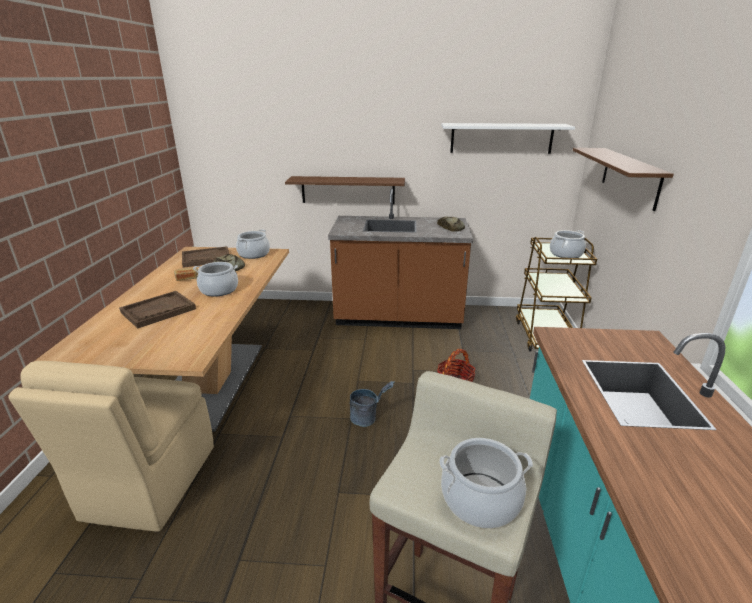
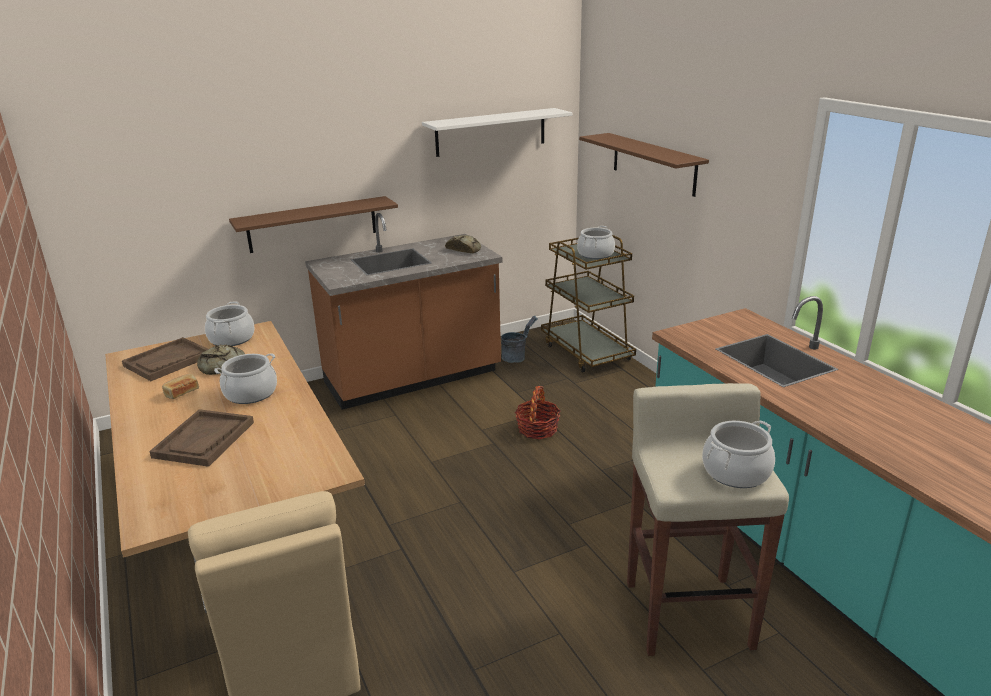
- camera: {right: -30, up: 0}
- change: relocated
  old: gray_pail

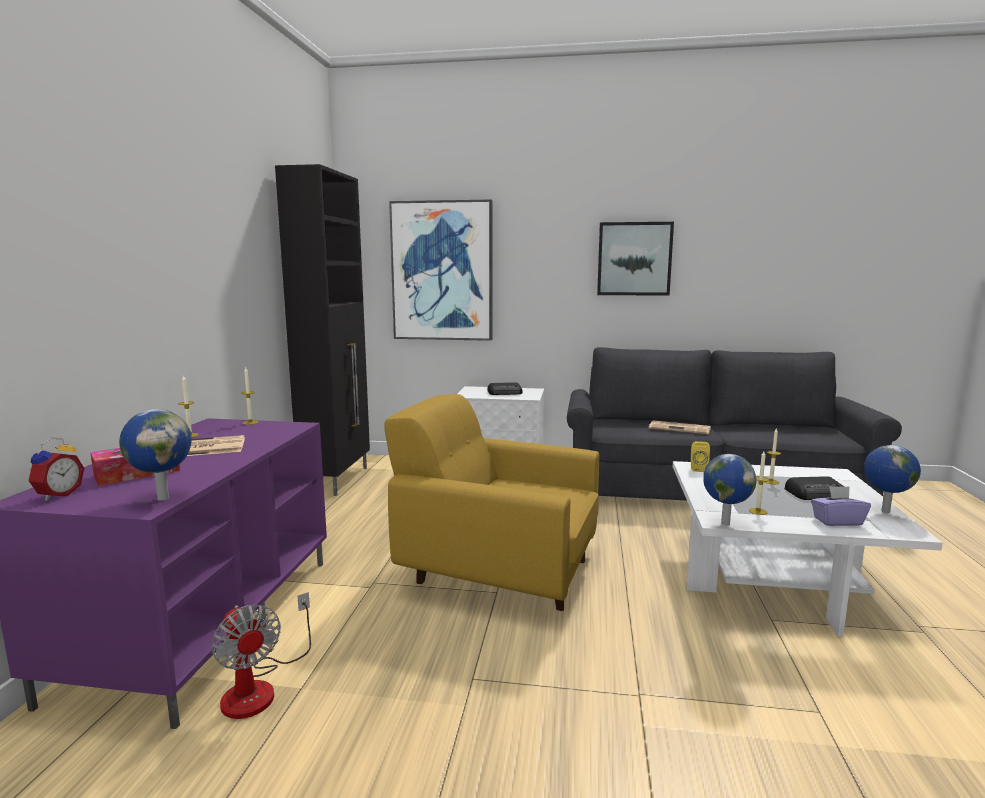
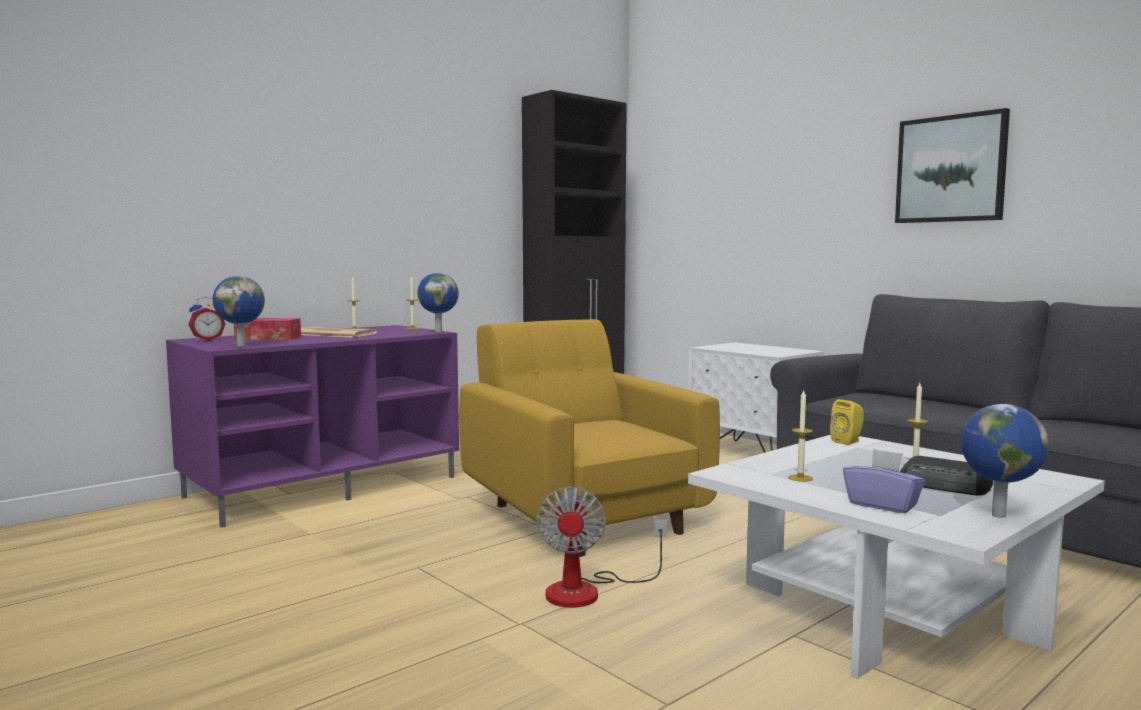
- camera: {right: 40, up: -5}
- change: relocated
  old: globe (no. 2 from left)
- change: relocated
  old: electric_fan
- change: missing
  old: wall_picture (no. 1 from left)
- change: missing
  old: radio_receiver (no. 1 from left)
- change: missing
  old: newspaper (no. 2 from left)

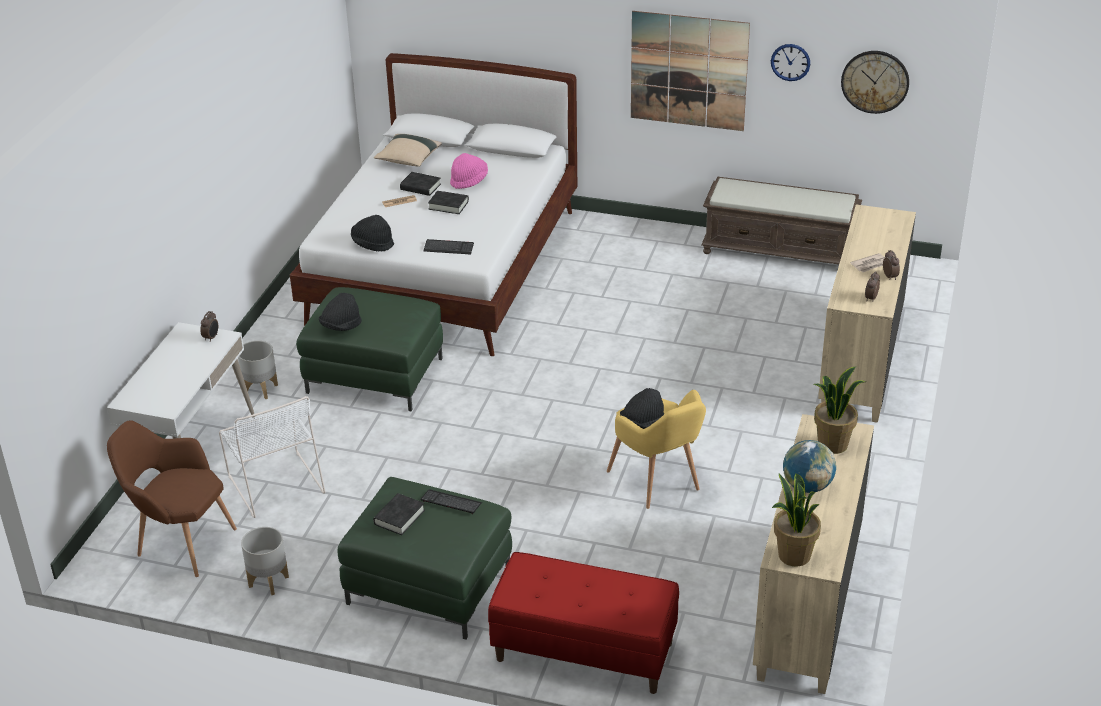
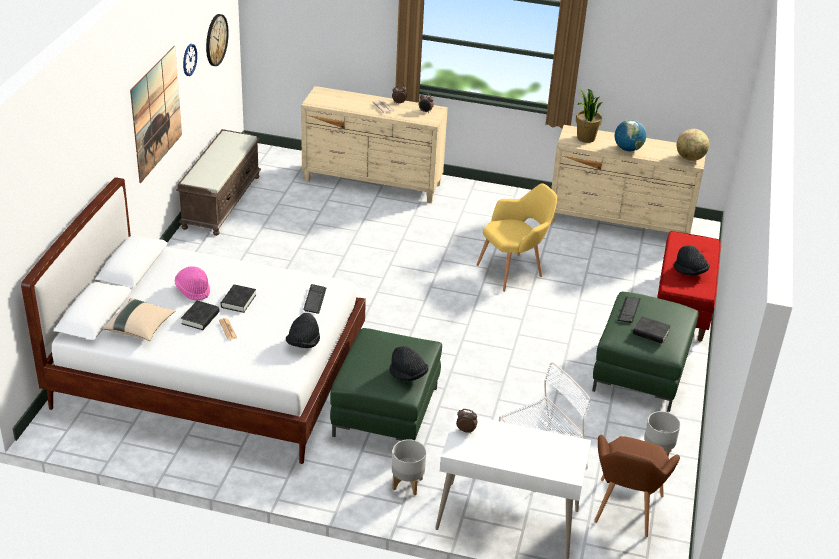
- camera: {right: -95, up: 0}
- change: relocated
  old: blackish_wearable_hat (no. 3 from left)
- change: exchanged
  old: potted_plant (no. 1 from left)
  new: globe (no. 2 from left)

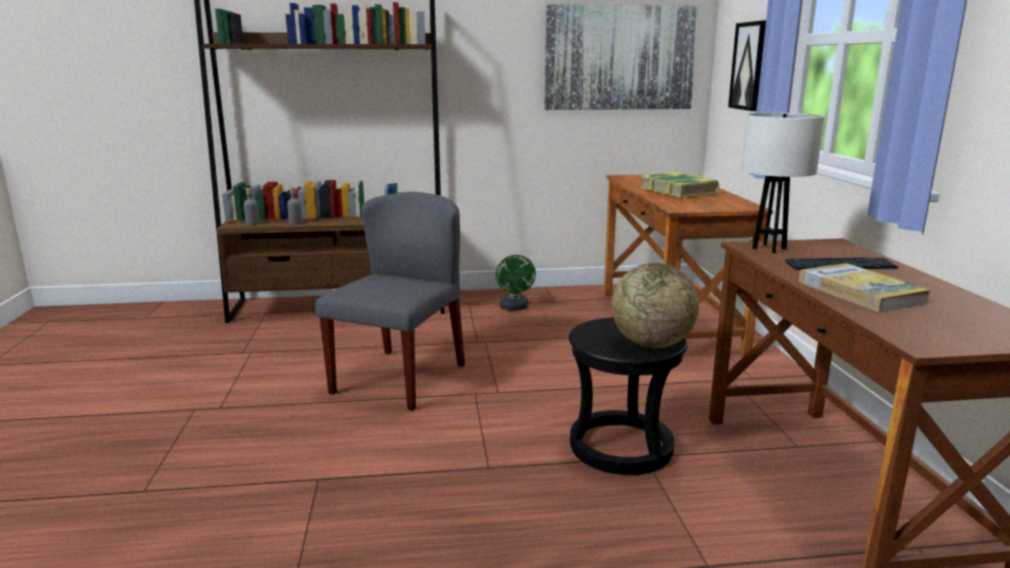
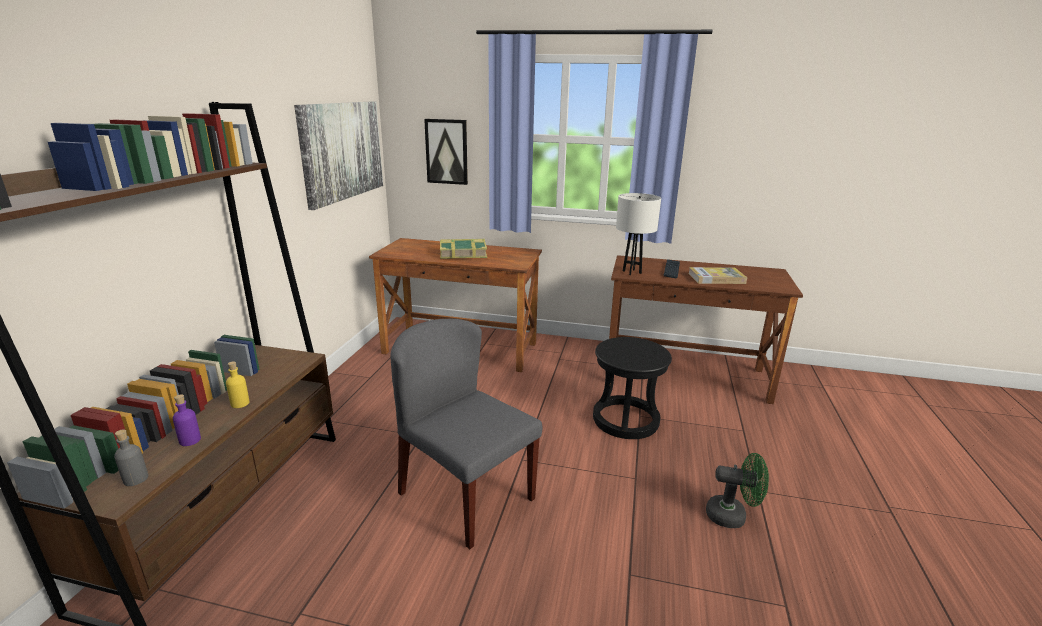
- camera: {right: -70, up: 5}
- change: colour
  old: gray_drink_bottle (no. 2 from left)
  new: purple_drink_bottle
- change: appeared
  new: yellow_drink_bottle
- change: relocated
  old: green_electric_fan
- change: missing
  old: globe

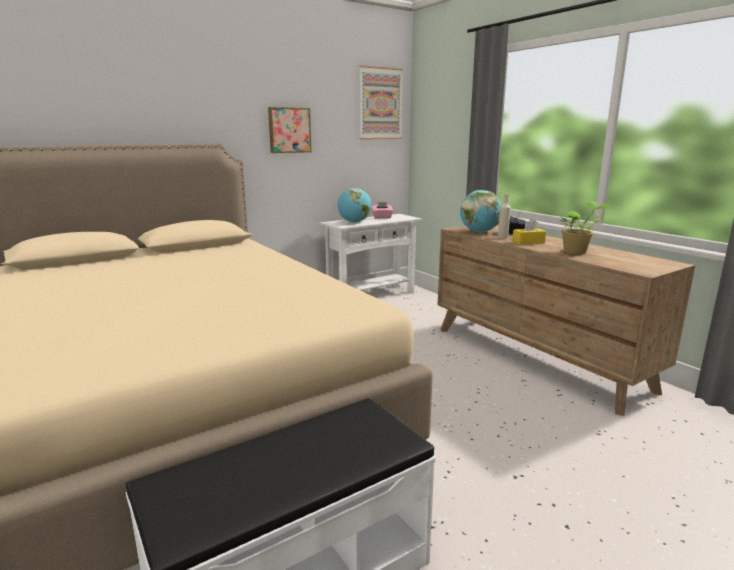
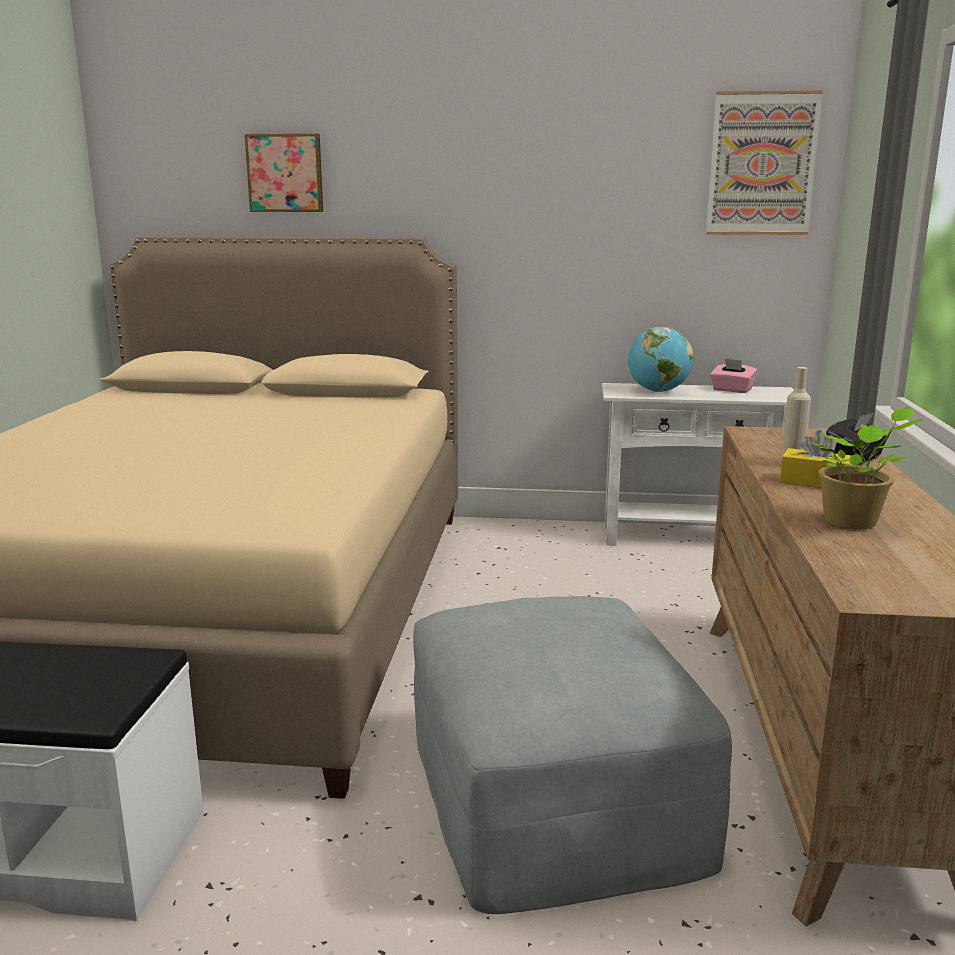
- camera: {right: 40, up: 0}
- change: relocated
  old: wall_picture (no. 1 from left)
- change: appeared
  new: gray_footrest
- change: missing
  old: globe (no. 2 from left)

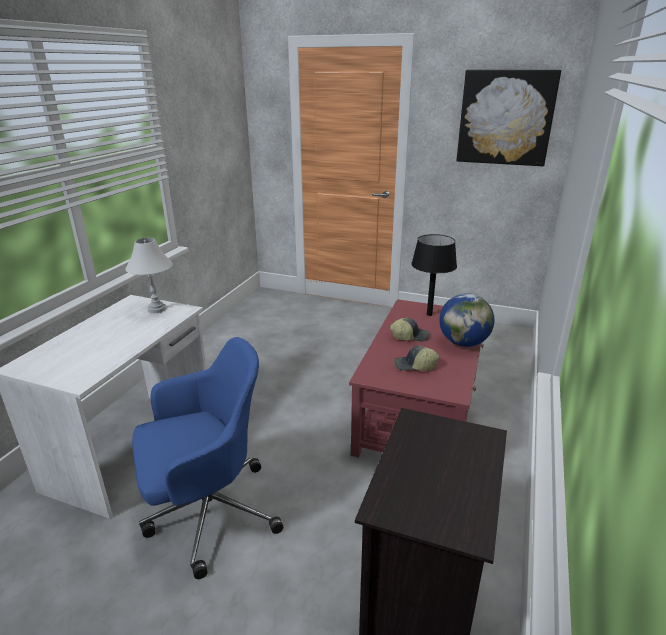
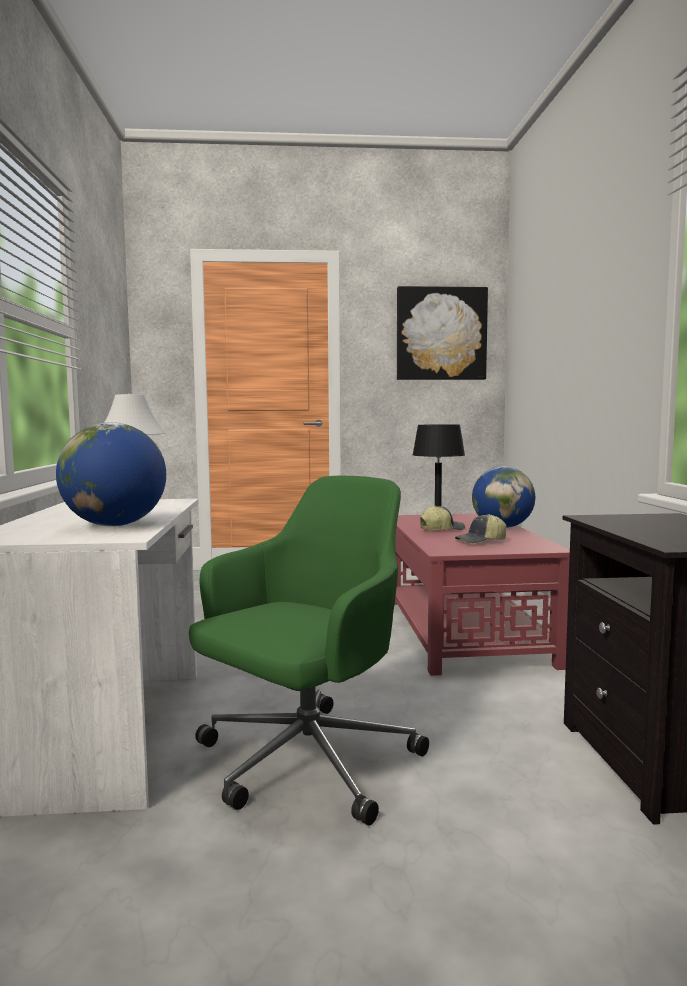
- camera: {right: -25, up: -20}
- change: appeared
  new: globe (no. 1 from left)
- change: colour
  old: blue_office_chair
  new: green_office_chair

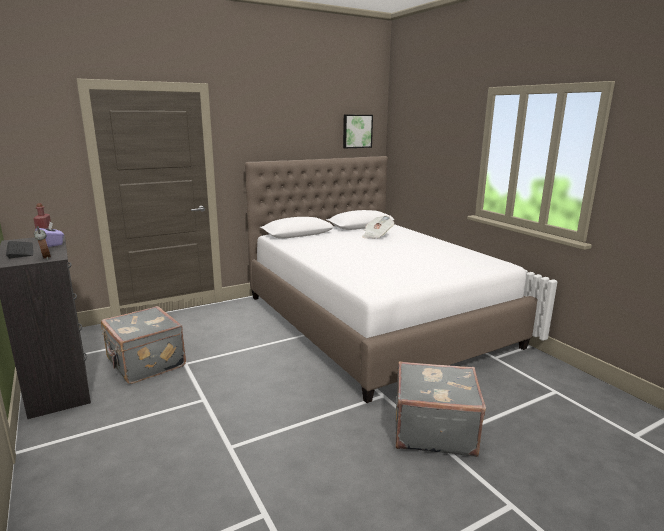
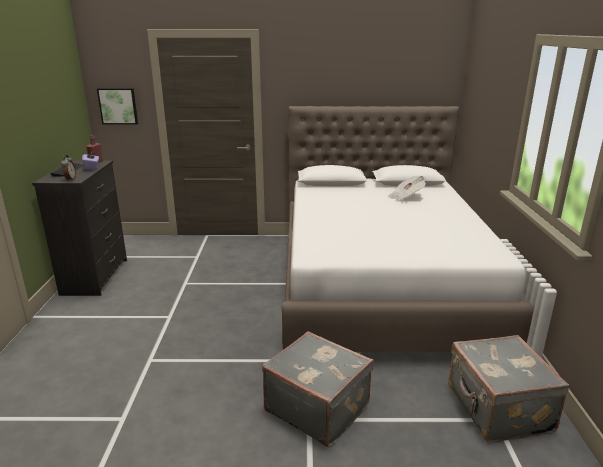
- camera: {right: 30, up: 5}
- change: relocated
  old: wall_picture
- change: relocated
  old: gray_piece_of_luggage (no. 1 from left in the first image)
  new: gray_piece_of_luggage (no. 2 from left)

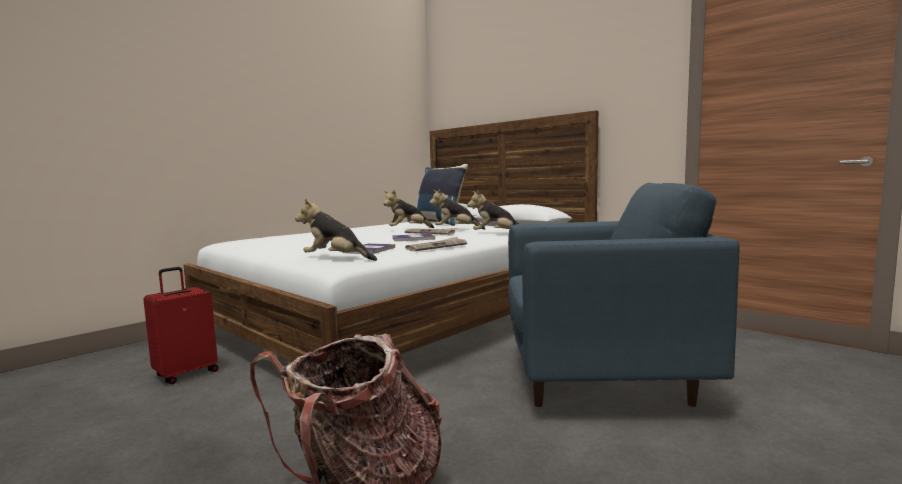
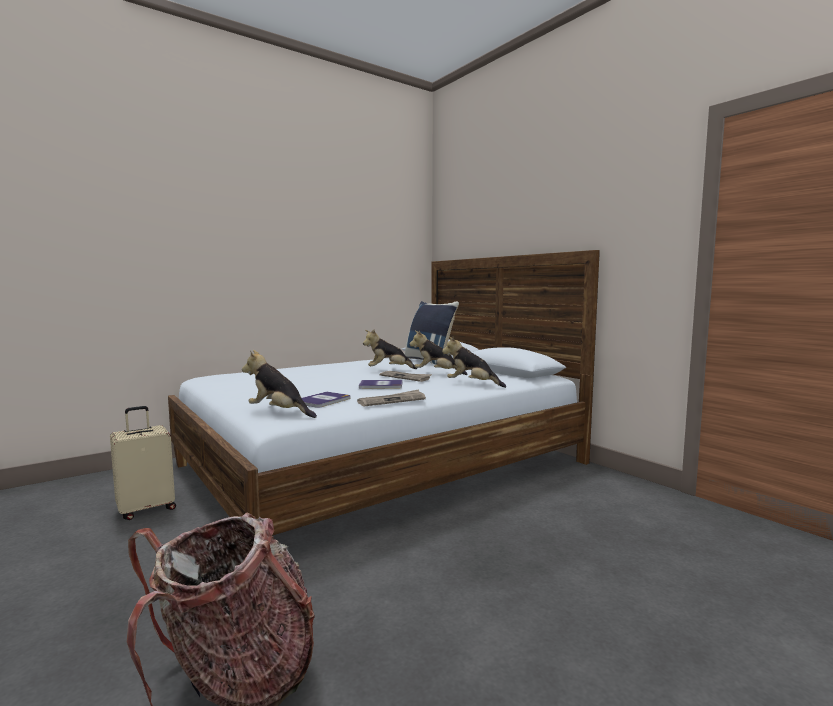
- camera: {right: 10, up: 0}
- change: colour
  old: red_piece_of_luggage
  new: beige-coloured_piece_of_luggage
- change: missing
  old: blue_lounge_chair

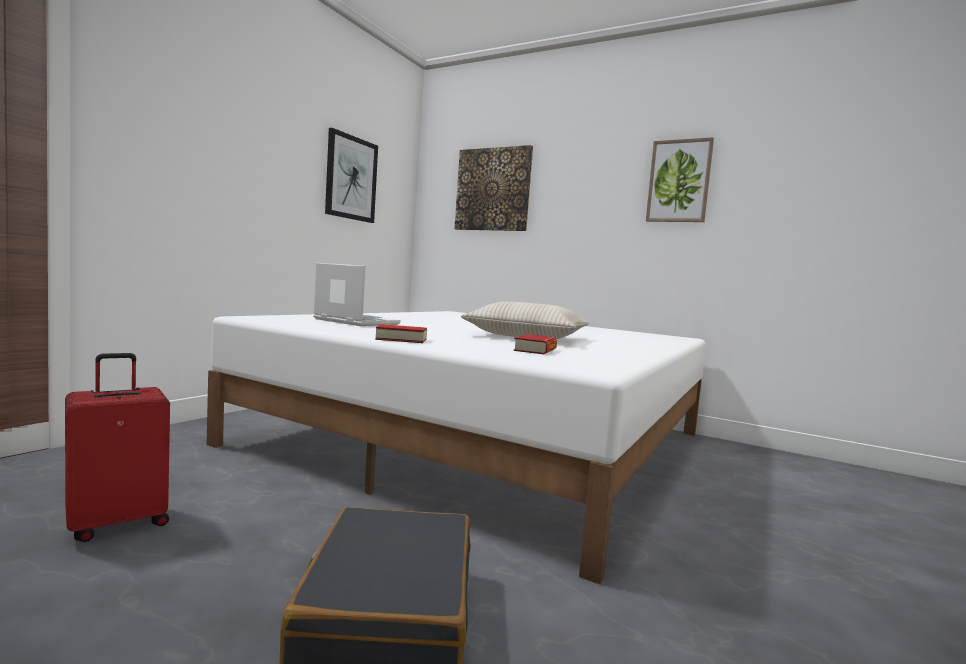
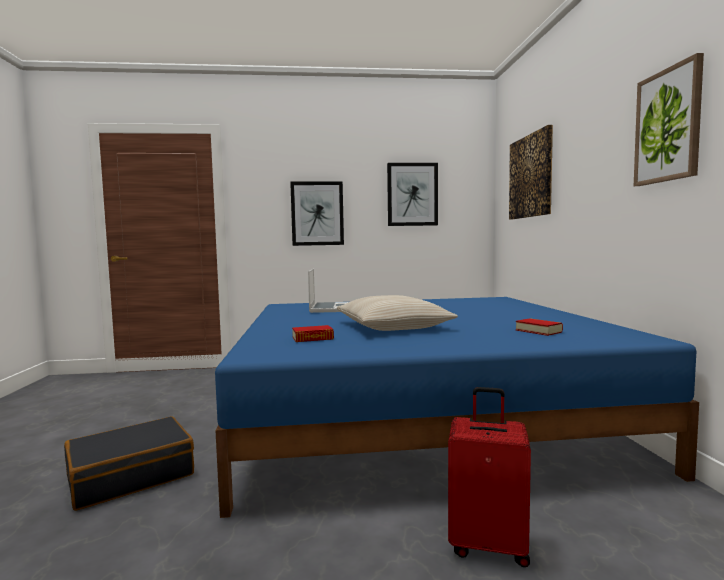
- camera: {right: 55, up: 0}
- change: colour
  old: white-coloured_sleeping_bed
  new: blue_sleeping_bed
- change: appeared
  new: wall_picture (no. 1 from left)
- change: relocated
  old: red_piece_of_luggage
- change: relocated
  old: bound_book (no. 1 from left in the first image)
  new: bound_book (no. 2 from left)

